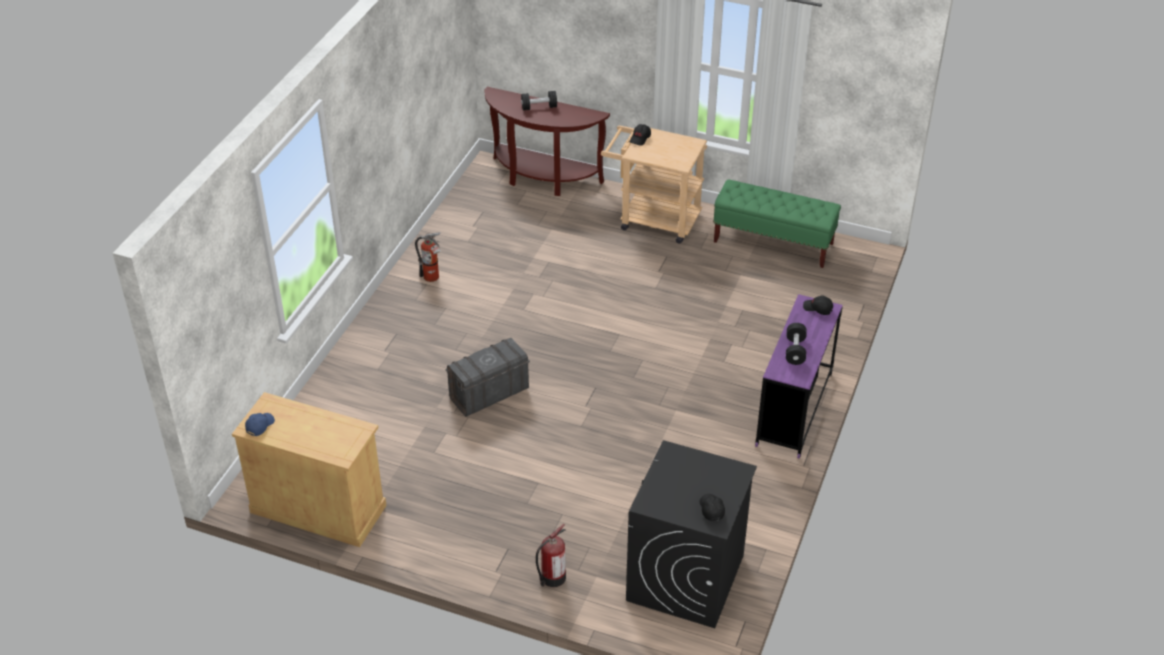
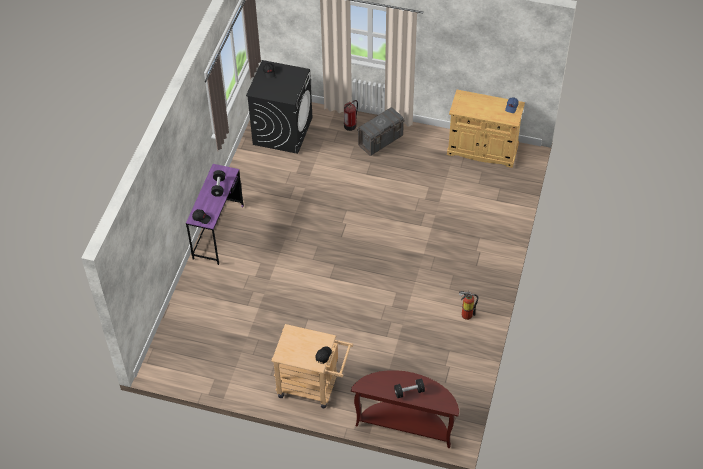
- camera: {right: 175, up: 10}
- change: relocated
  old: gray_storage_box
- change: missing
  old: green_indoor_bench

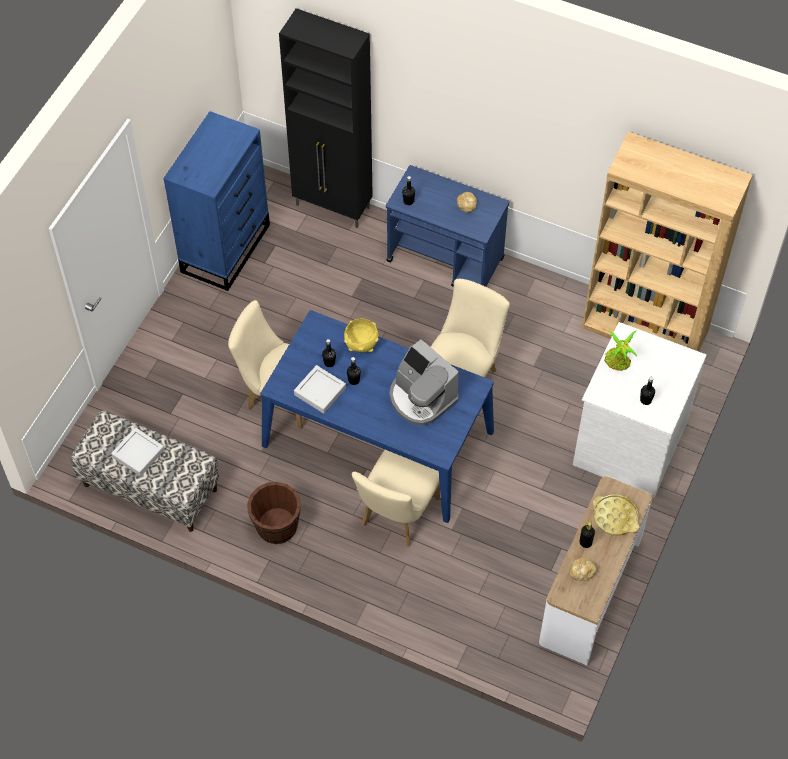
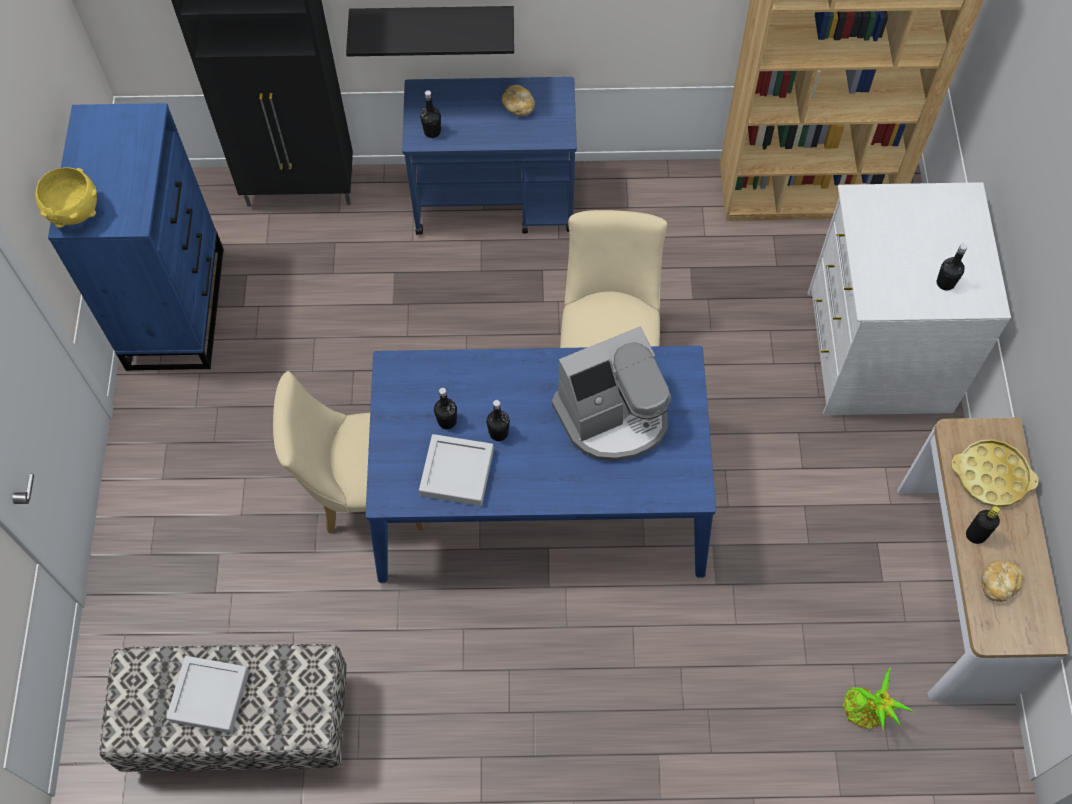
- camera: {right: -25, up: 5}
- change: relocated
  old: yellow_deep_dish
- change: appeared
  new: blackish_bracket_shelf
- change: spun
  old: coffee_brewer
  degrees: -45
- change: relocated
  old: potted_plant
- change: missing
  old: brownish_pail
- change: missing
  old: beige-coloured_plain_chair (no. 2 from left)

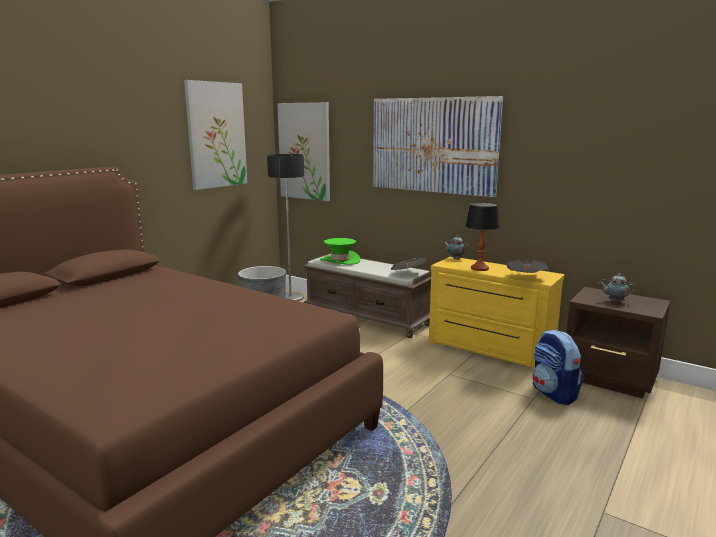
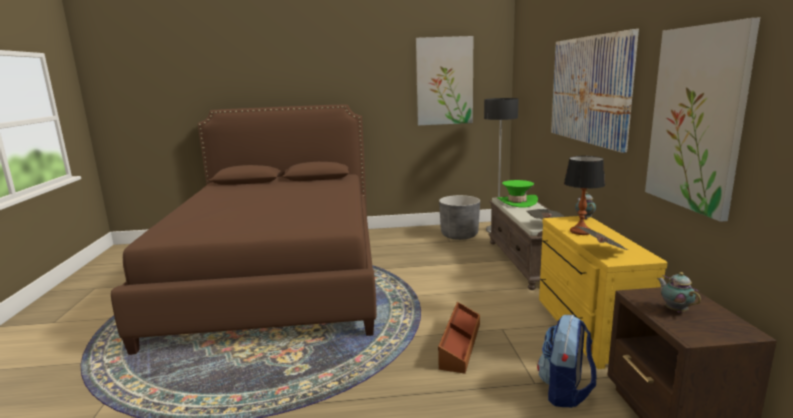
- camera: {right: 50, up: 0}
- change: appeared
  new: brownish_storage_box
- change: relocated
  old: wall_picture (no. 2 from left in the first image)
  new: wall_picture (no. 3 from left)

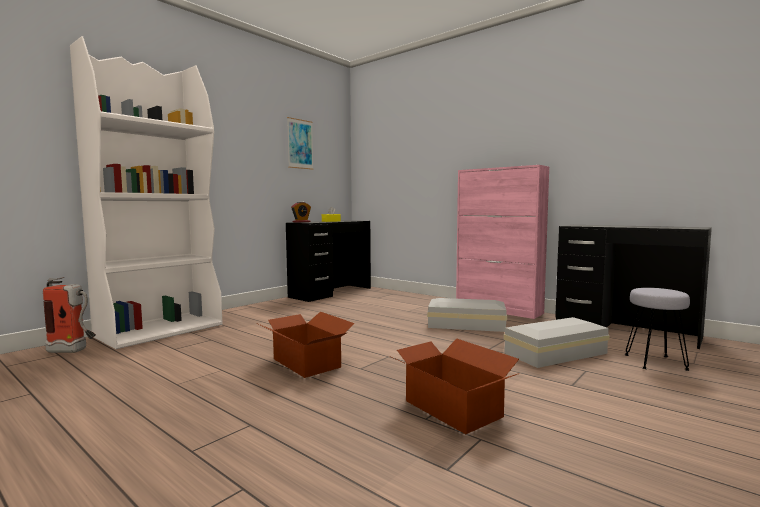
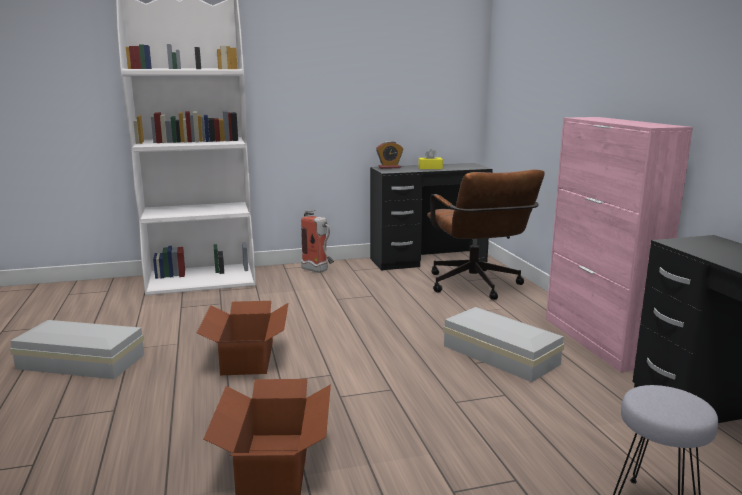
- camera: {right: 35, up: 10}
- change: relocated
  old: white-coloured_storage_box (no. 2 from left in the first image)
  new: white-coloured_storage_box (no. 1 from left)
- change: relocated
  old: fire-fighting_cylinder
- change: appeared
  new: brownish_office_chair
- change: missing
  old: wall_picture

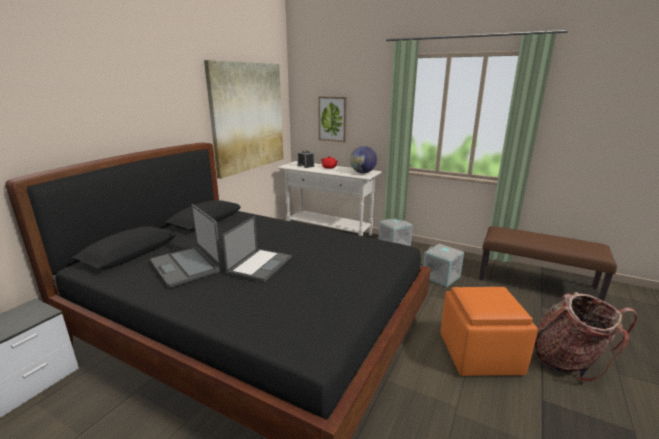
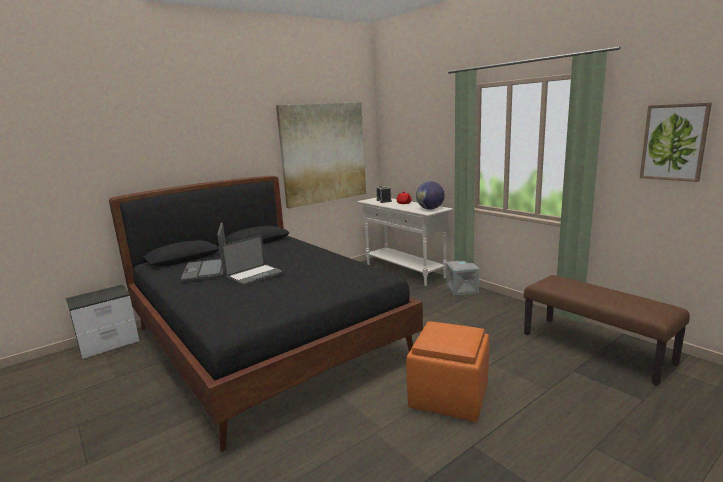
- camera: {right: 25, up: -5}
- change: relocated
  old: wall_picture (no. 2 from left)
- change: missing
  old: gray_storage_box (no. 2 from left)
- change: missing
  old: knapsack

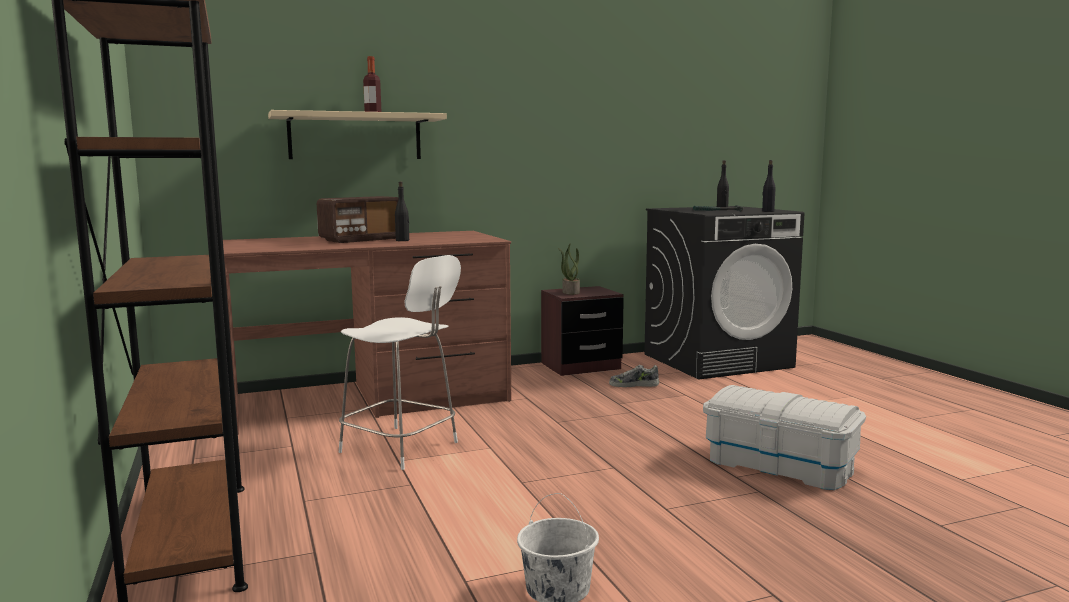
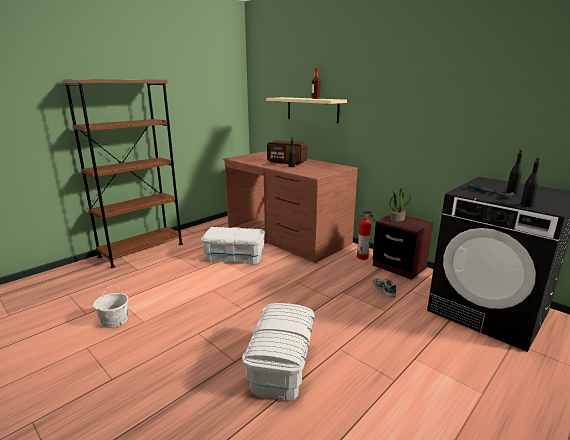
- camera: {right: 65, up: 10}
- change: exchanged
  old: white-coloured_plain_chair
  new: white-coloured_storage_box (no. 1 from left)
- change: appeared
  new: fire-fighting_cylinder

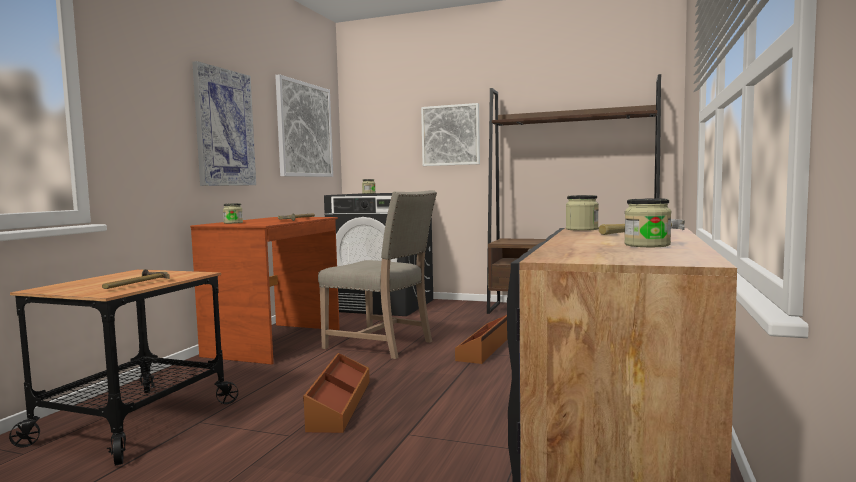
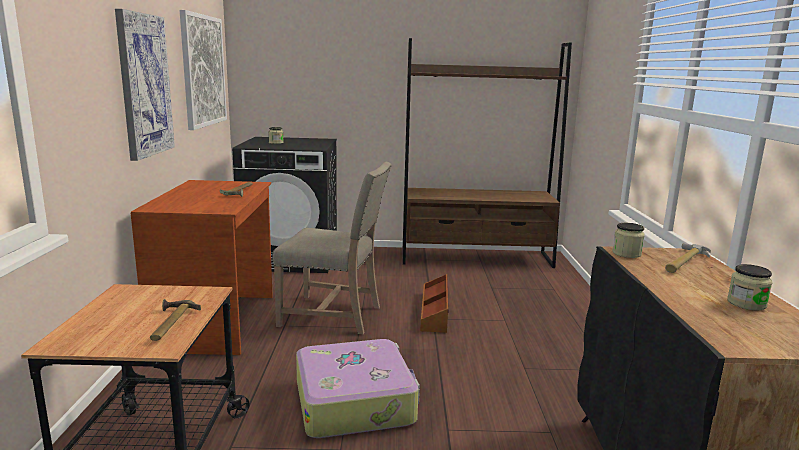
- camera: {right: -20, up: 10}
- change: exchanged
  old: brownish_storage_box (no. 1 from left)
  new: piece_of_luggage
- change: missing
  old: jar (no. 1 from left)
- change: missing
  old: wall_picture (no. 3 from left)

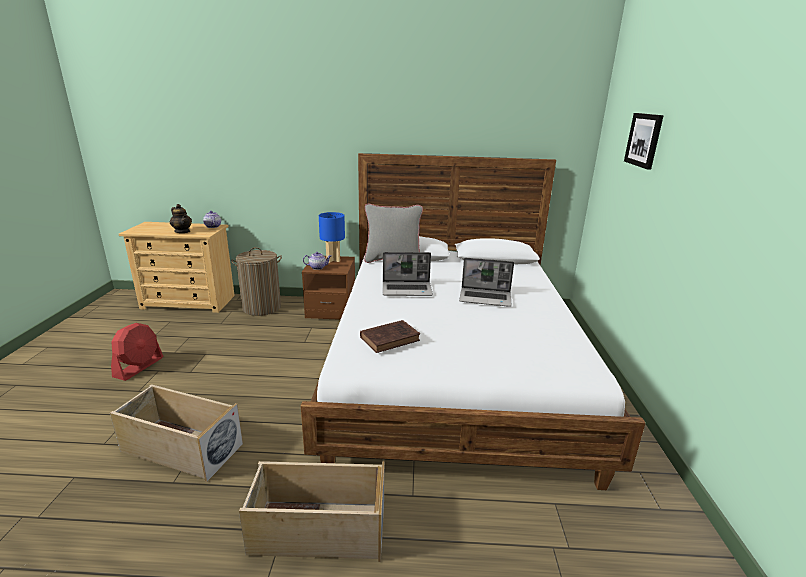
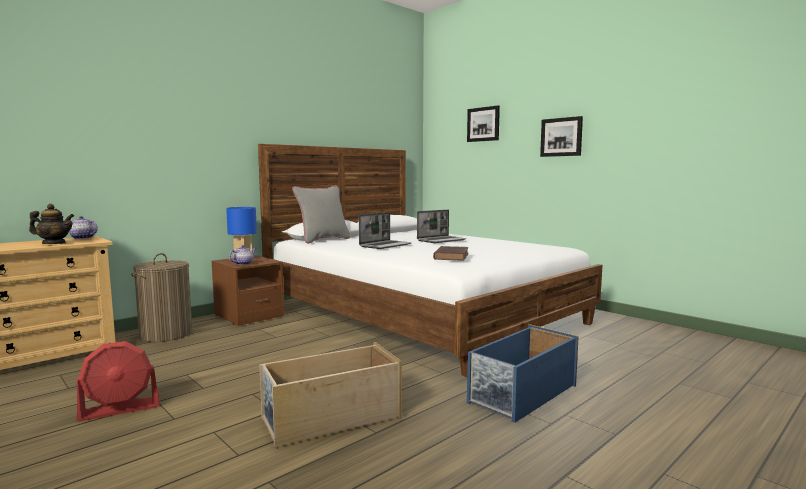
- camera: {right: -45, up: -15}
- change: spun
  old: red_electric_fan
  degrees: 90
- change: colour
  old: beige-coloured_storage_box (no. 2 from left)
  new: blue_storage_box
- change: appeared
  new: wall_picture (no. 2 from left)

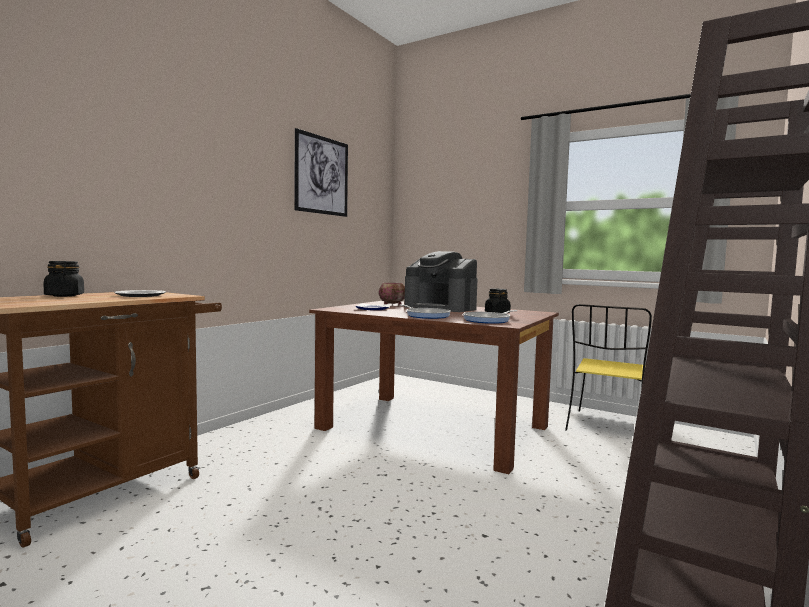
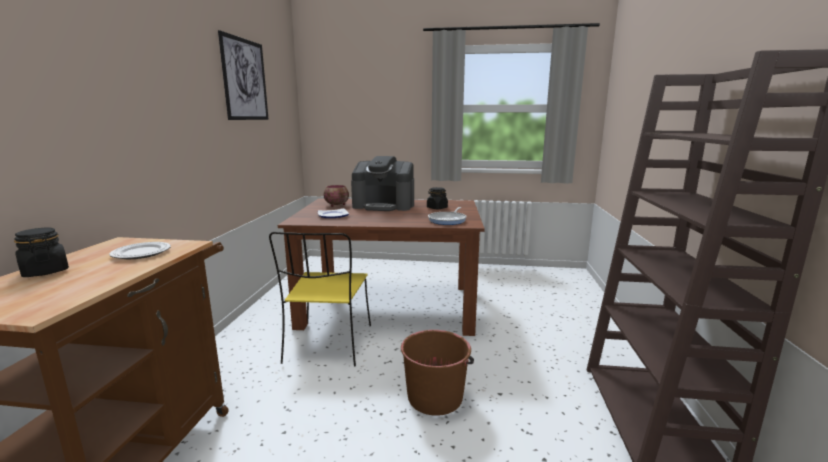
- camera: {right: -25, up: 10}
- change: relocated
  old: yellow_plain_chair
- change: appeared
  new: brownish_pail
- change: missing
  old: skillet (no. 1 from left)

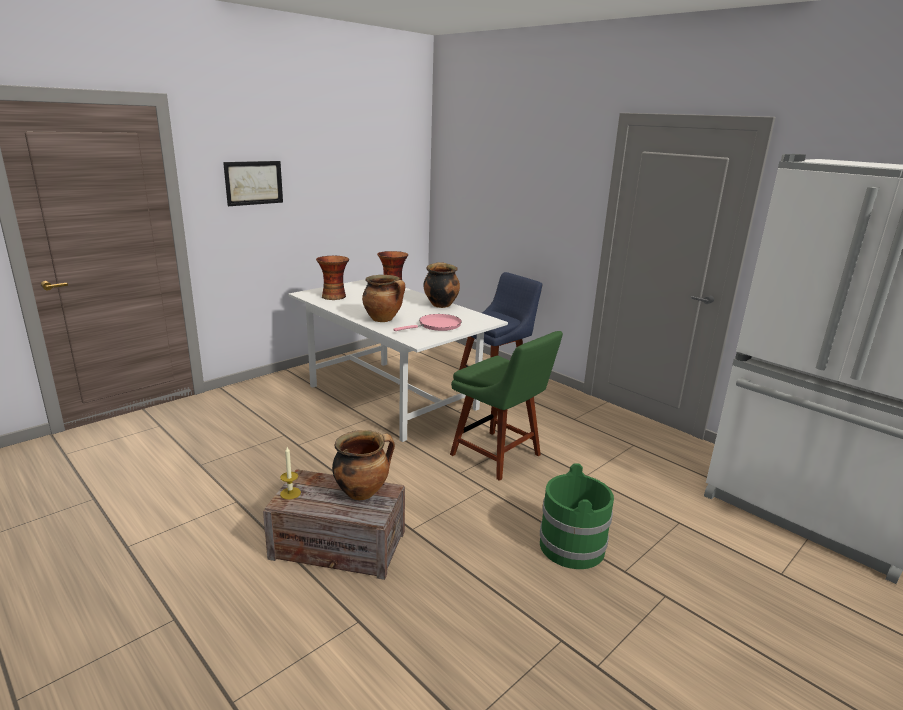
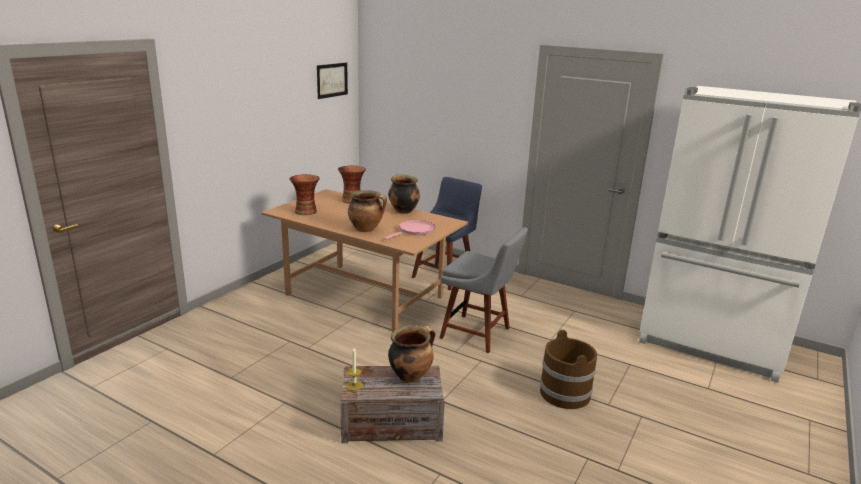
- camera: {right: -15, up: 0}
- change: colour
  old: white-coloured_dining_table
  new: brownish_dining_table
- change: relocated
  old: wall_picture
- change: colour
  old: green_plain_chair
  new: gray_plain_chair
- change: colour
  old: green_pail
  new: brownish_pail

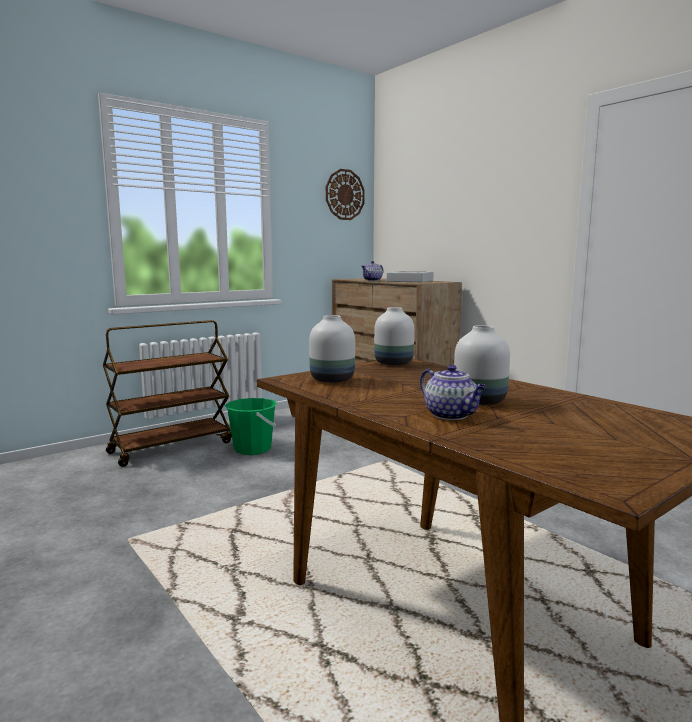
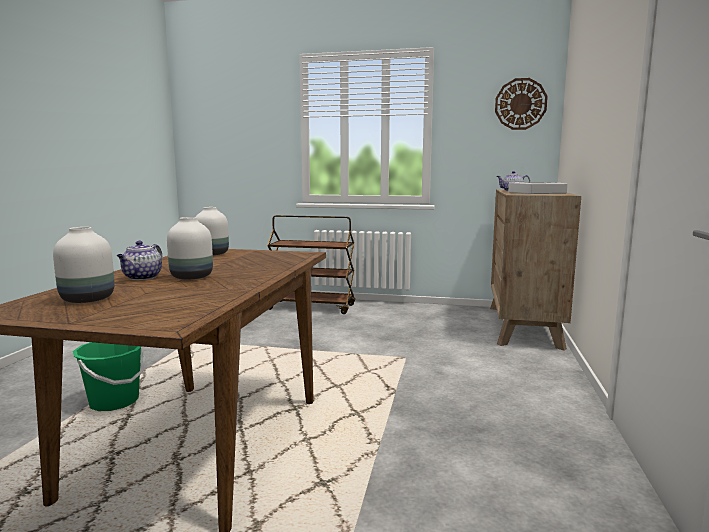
- camera: {right: 50, up: 0}
- change: relocated
  old: white-coloured_decorative_vase (no. 2 from left in the first image)
  new: white-coloured_decorative_vase (no. 1 from left)
- change: relocated
  old: green_pail

